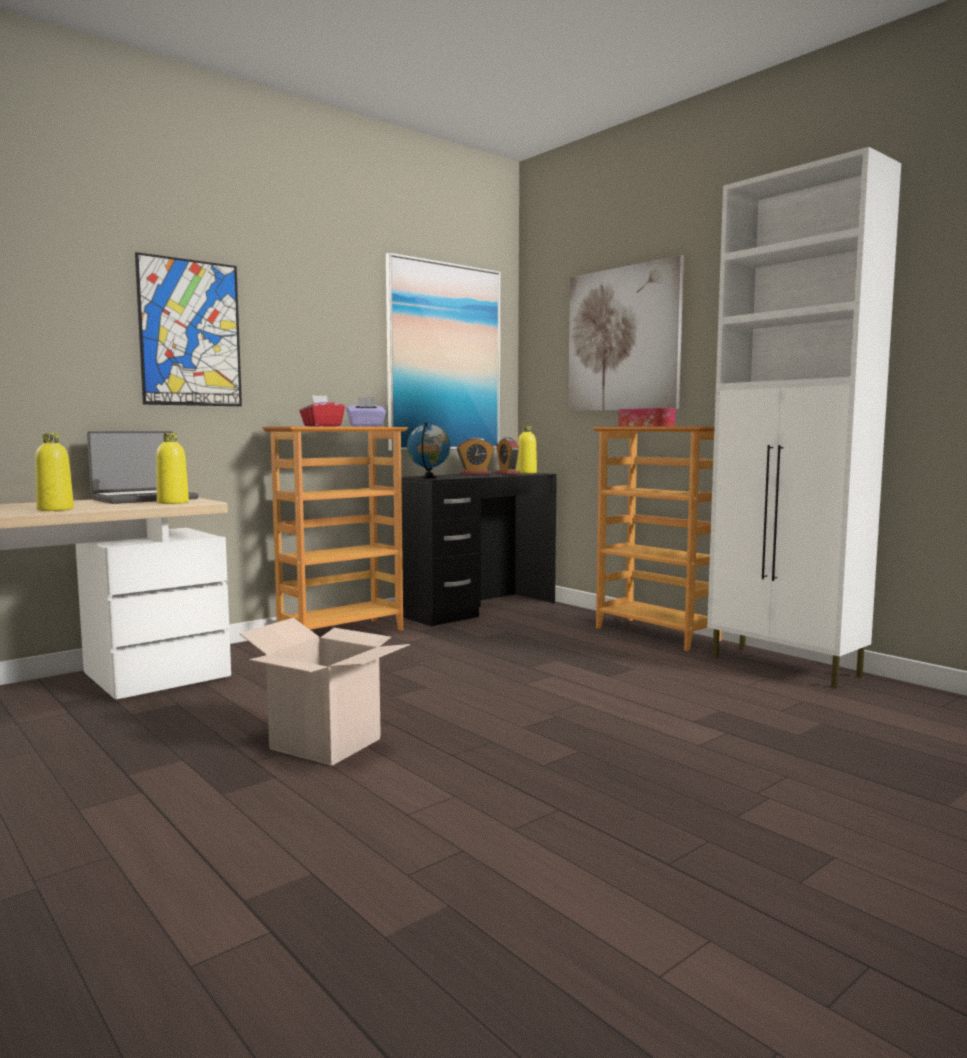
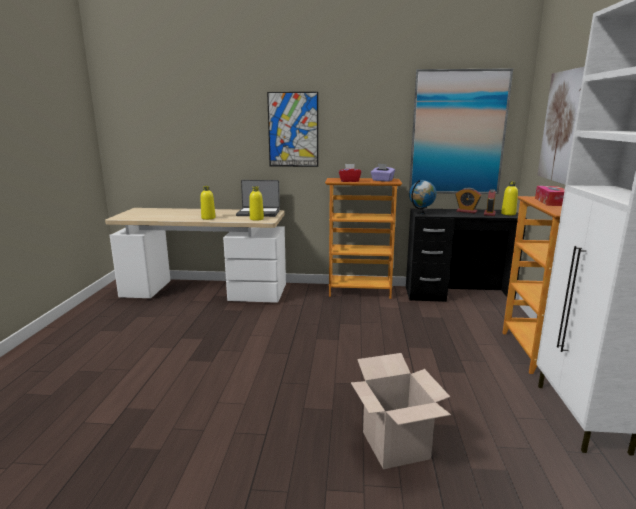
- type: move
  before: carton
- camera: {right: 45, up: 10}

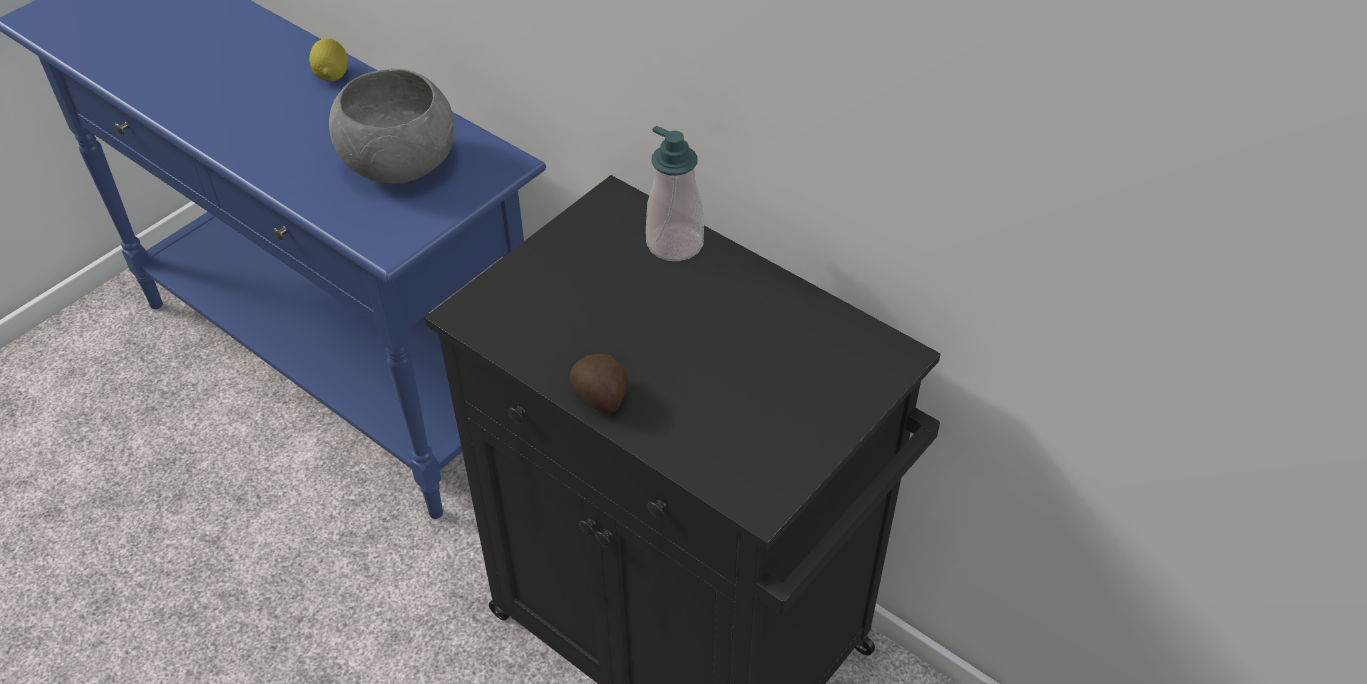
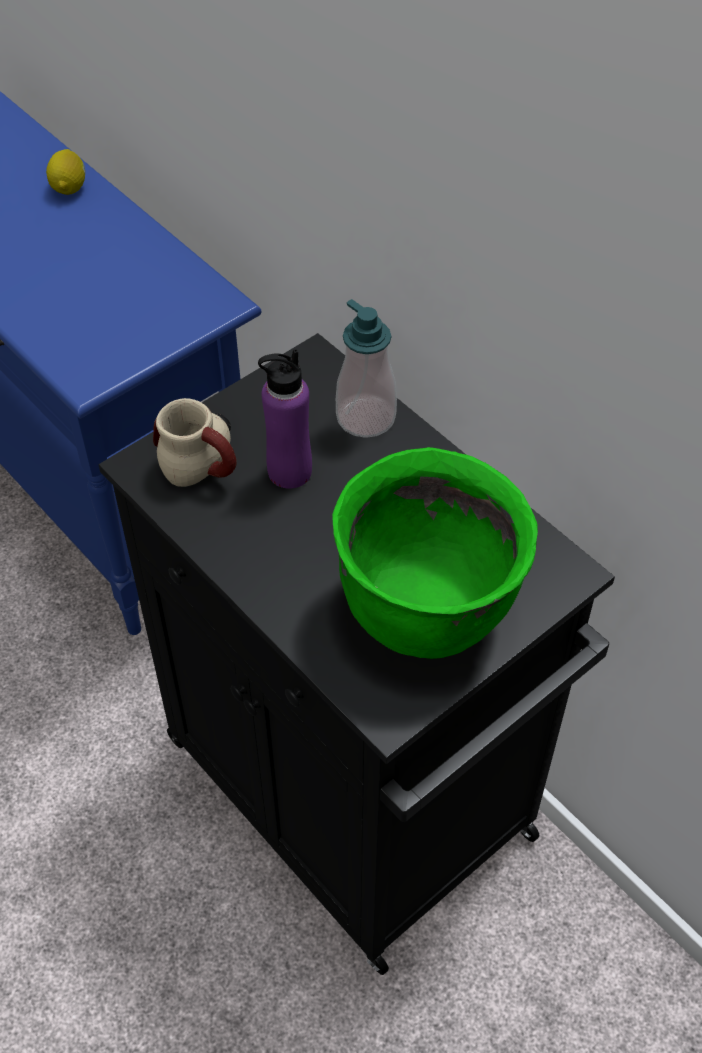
- type: delete
  before: bol/gris
- type: delete
  before: pomme de terre
- type: insert
  after: mug
- type: insert
  after: bouteille/violet
- type: insert
  after: marmite/vert
- camera: {right: 10, up: 5}

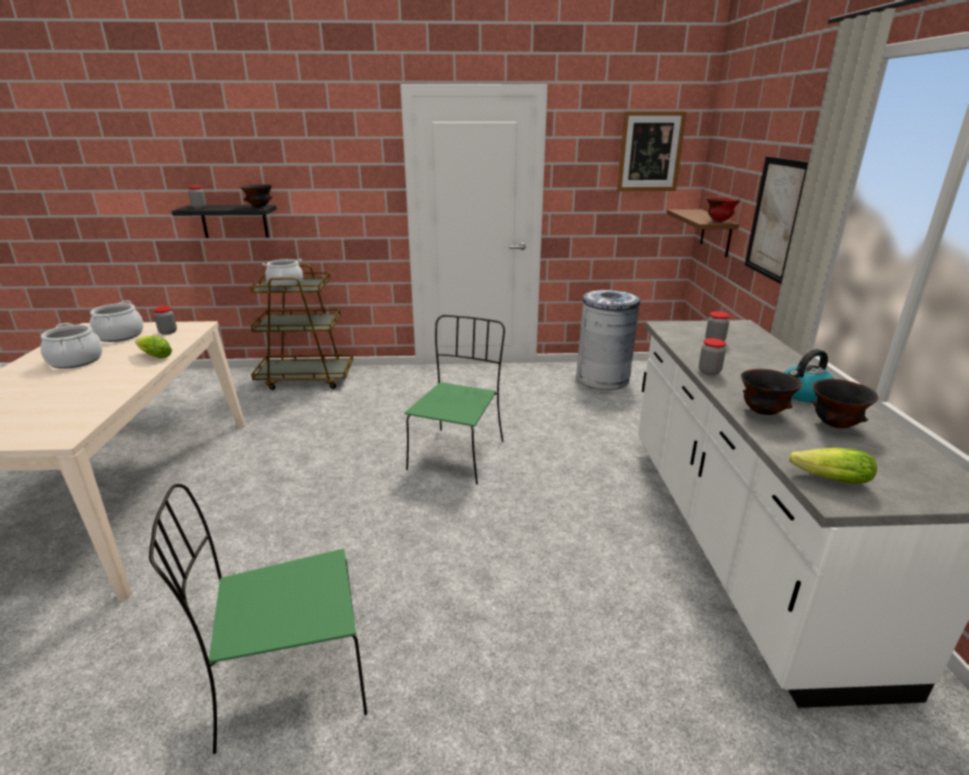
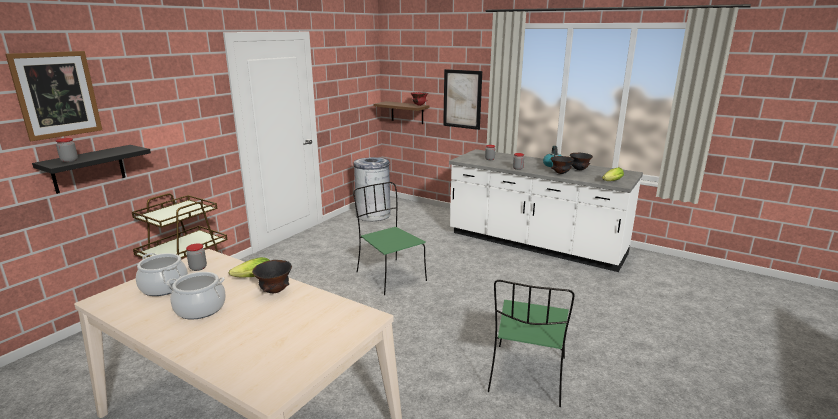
- type: delete
  before: marmite (3rd from left)
- type: move
  before: bol/noir (1st from left)
- type: move
  before: tableau (1st from left)
- camera: {right: -55, up: -5}

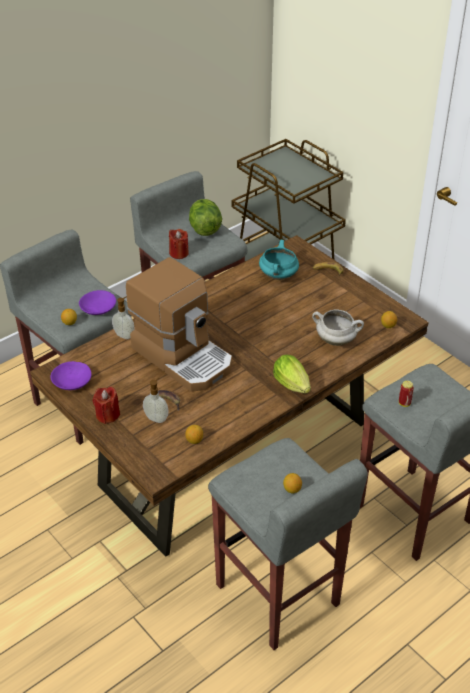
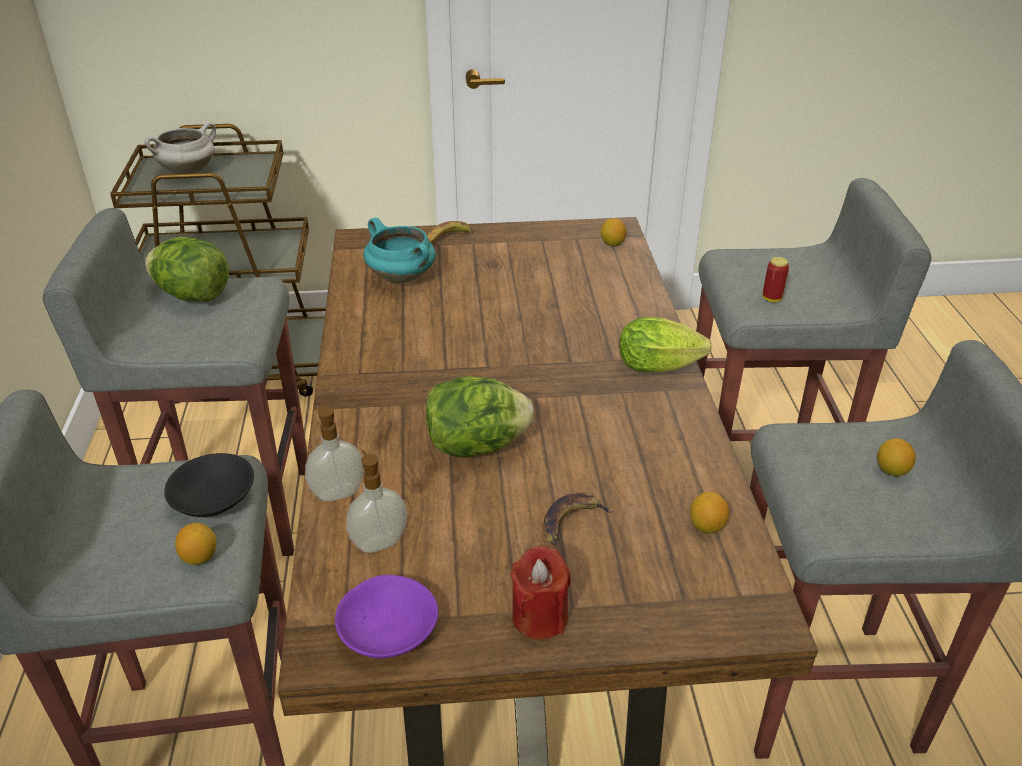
- type: delete
  before: bougie/rouge (2nd from left)
- type: move
  before: distributeur de savon (2nd from left)
- type: move
  before: marmite/blanc
- type: replace
  before: machine à café
  after: laitue (2nd from left)
- type: recolor
  before: bol/violet (2nd from left)
  after: bol/noir
- camera: {right: -55, up: -5}

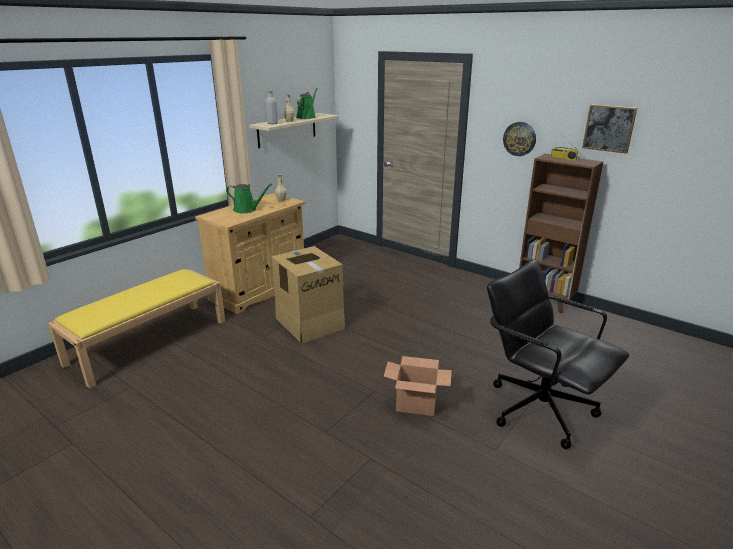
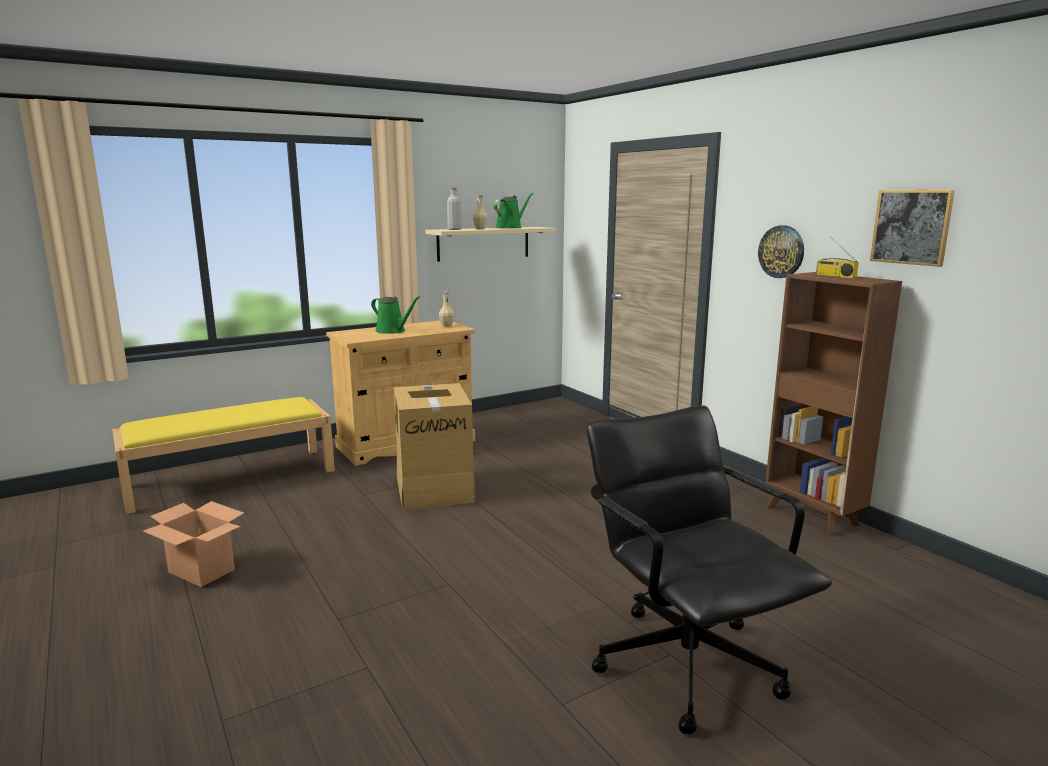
- type: move
  before: carton (2nd from left in the first image)
  after: carton (1st from left)
- camera: {right: 20, up: -10}

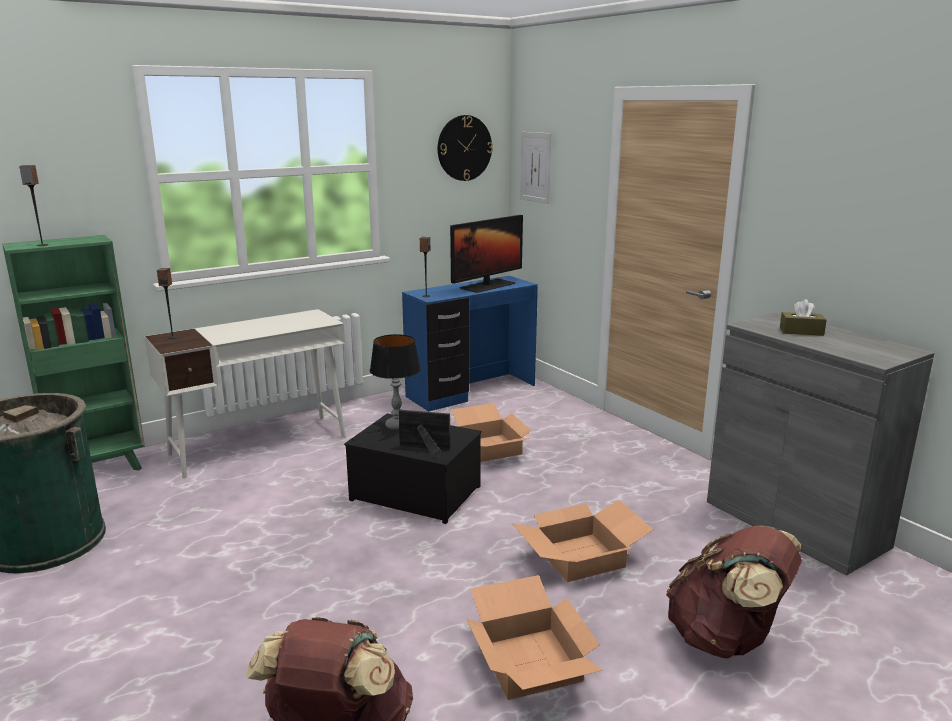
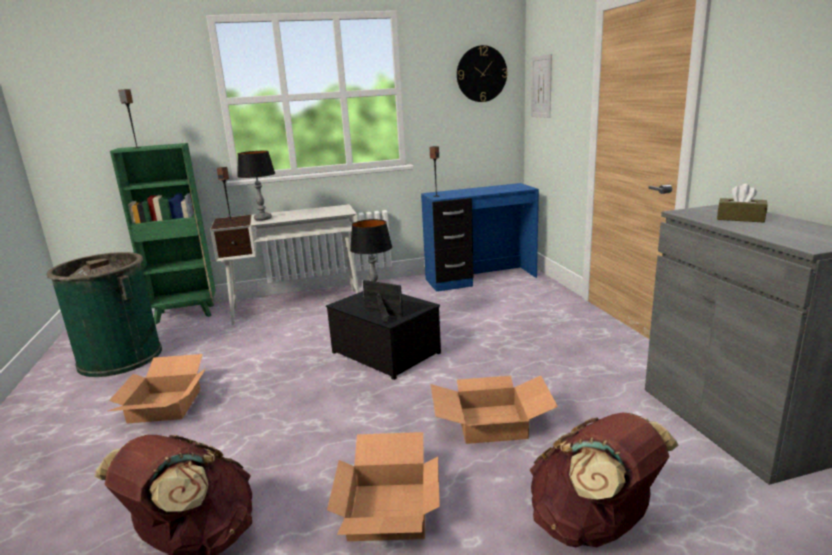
- type: delete
  before: écran d'ordinateur
- type: insert
  after: lampe de table (1st from left)
- type: move
  before: carton (1st from left)
- camera: {right: 20, up: 0}

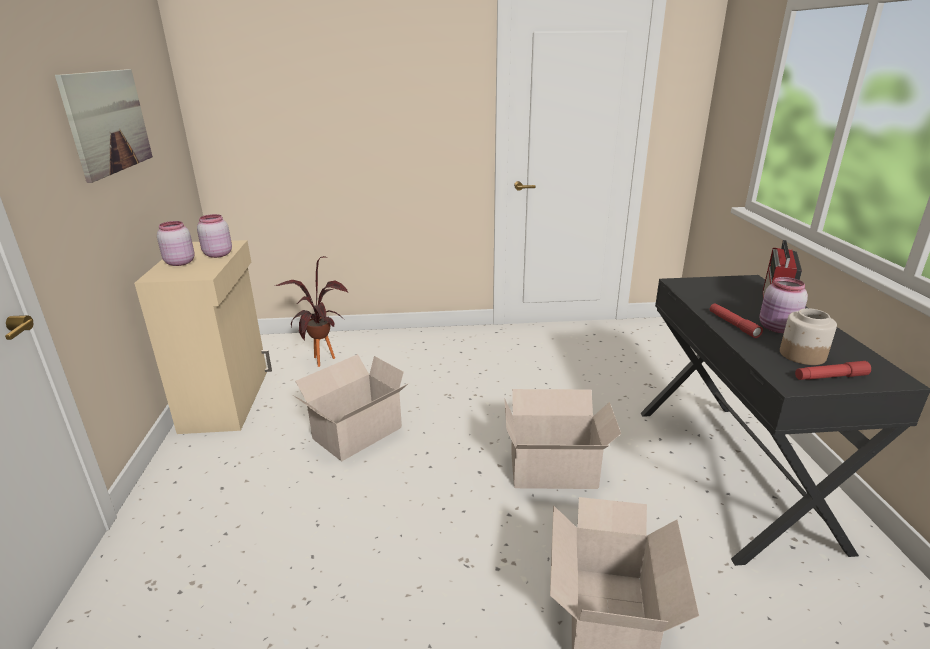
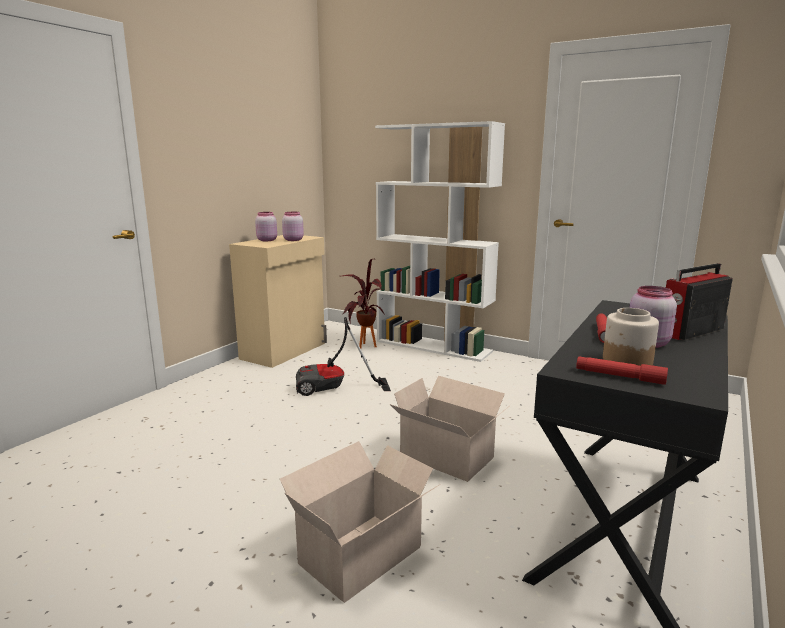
- type: delete
  before: tableau
- type: insert
  after: bibliothèque/blanc
- type: replace
  before: carton (1st from left)
  after: aspirateur
- camera: {right: 35, up: -10}

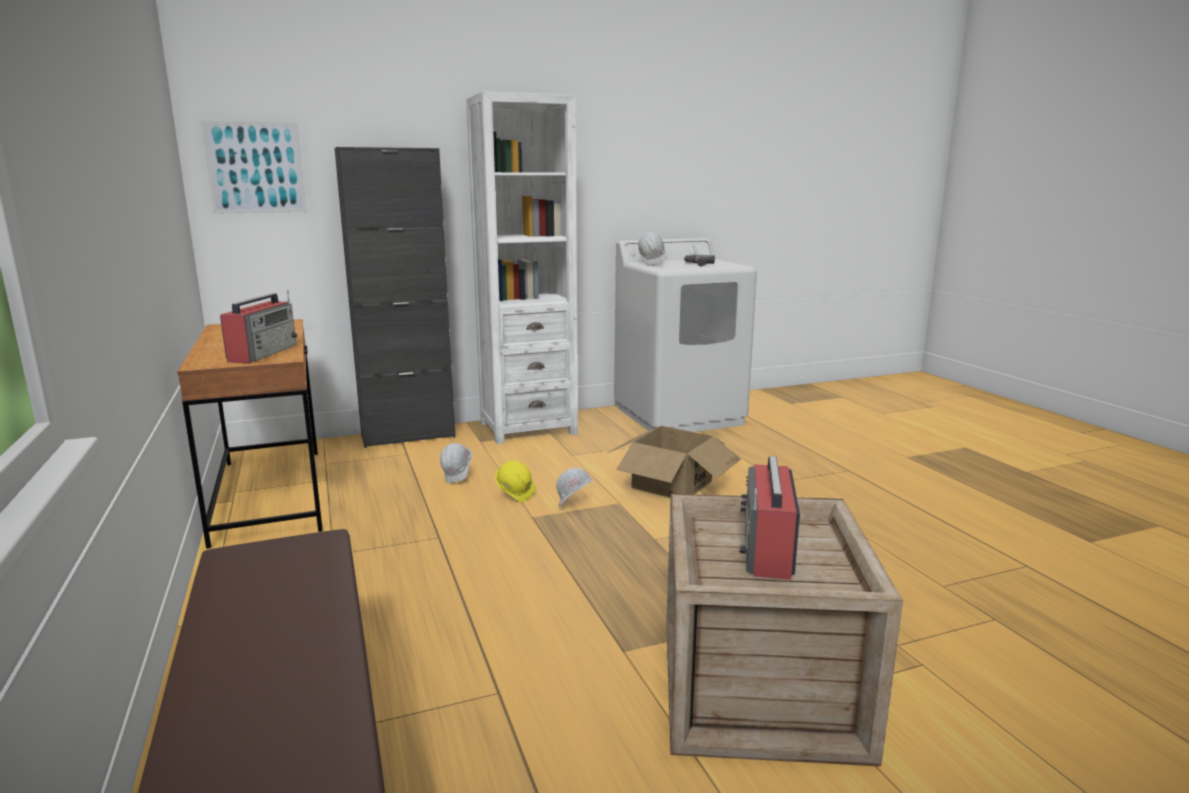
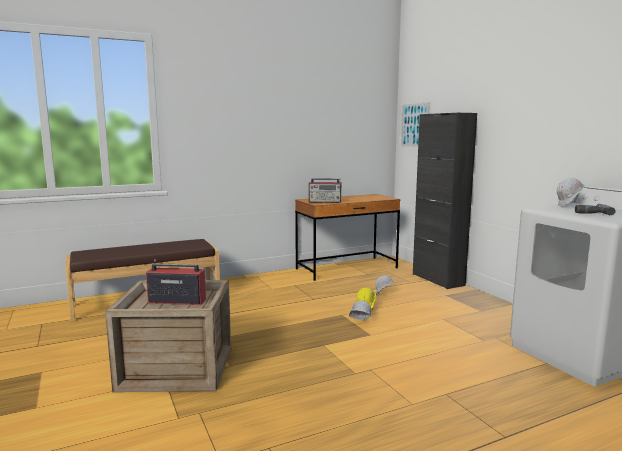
- type: delete
  before: bibliothèque/blanc
- type: delete
  before: carton
- camera: {right: 85, up: -5}

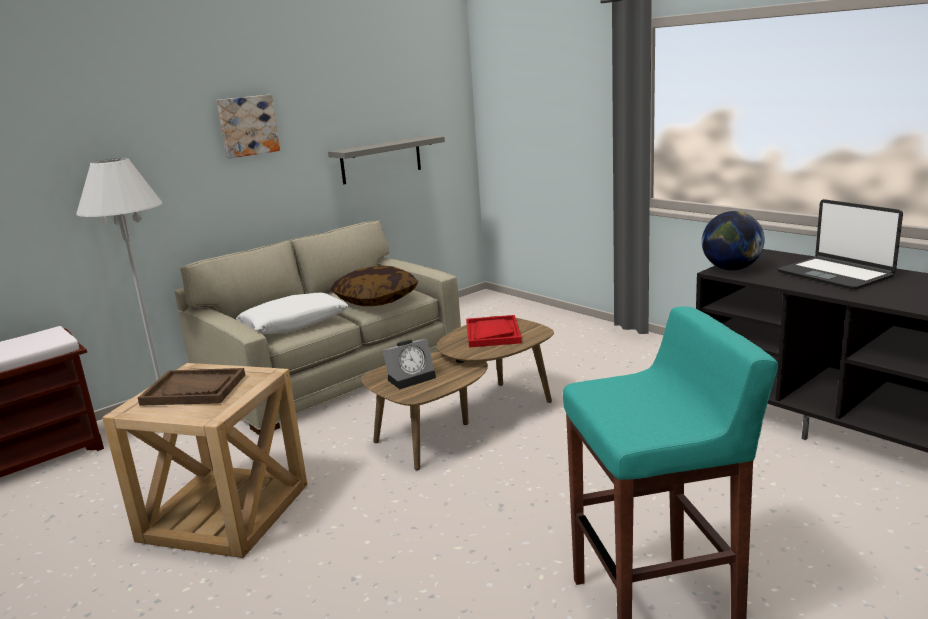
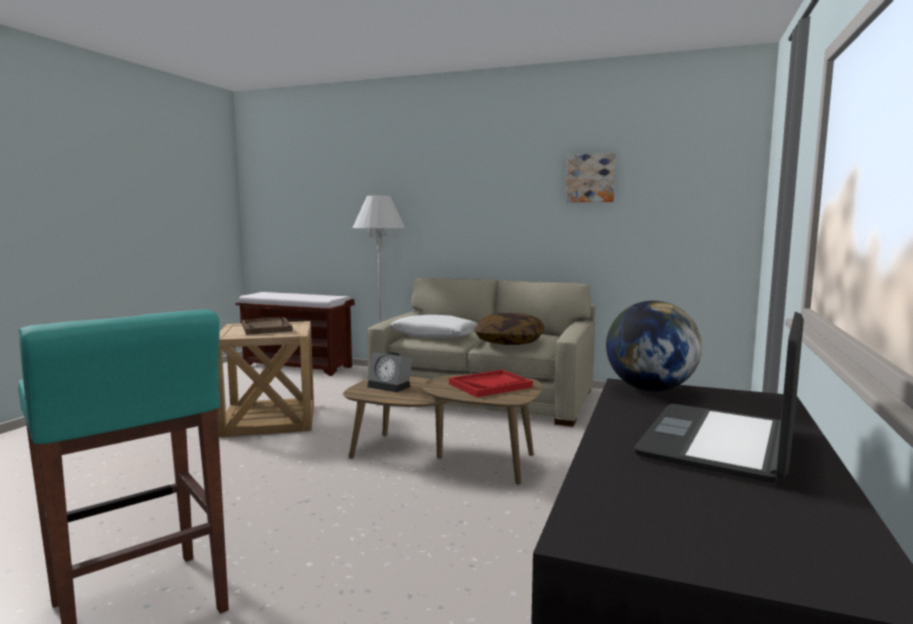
- type: delete
  before: étagère/gris
- type: move
  before: tableau
- camera: {right: 60, up: -10}

